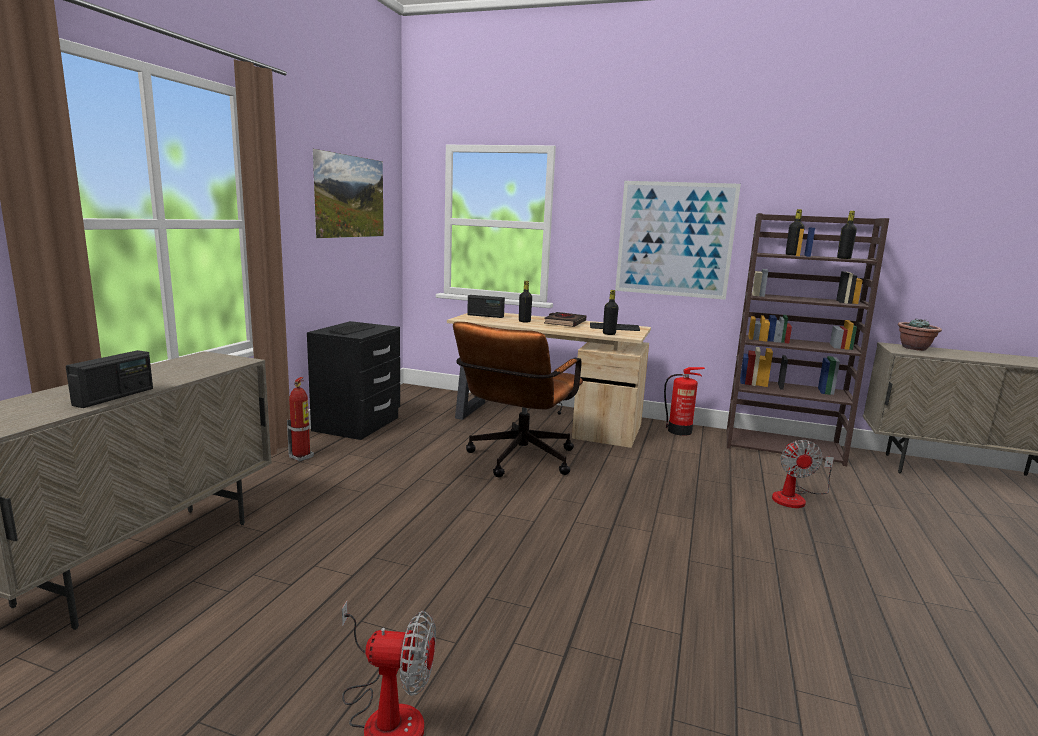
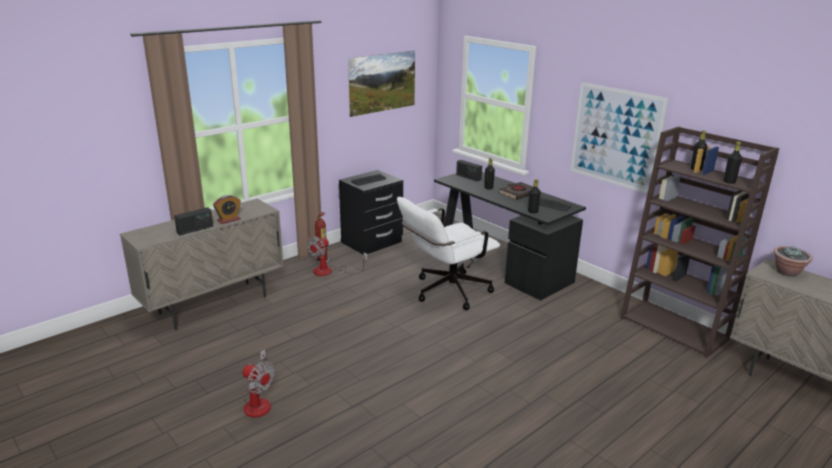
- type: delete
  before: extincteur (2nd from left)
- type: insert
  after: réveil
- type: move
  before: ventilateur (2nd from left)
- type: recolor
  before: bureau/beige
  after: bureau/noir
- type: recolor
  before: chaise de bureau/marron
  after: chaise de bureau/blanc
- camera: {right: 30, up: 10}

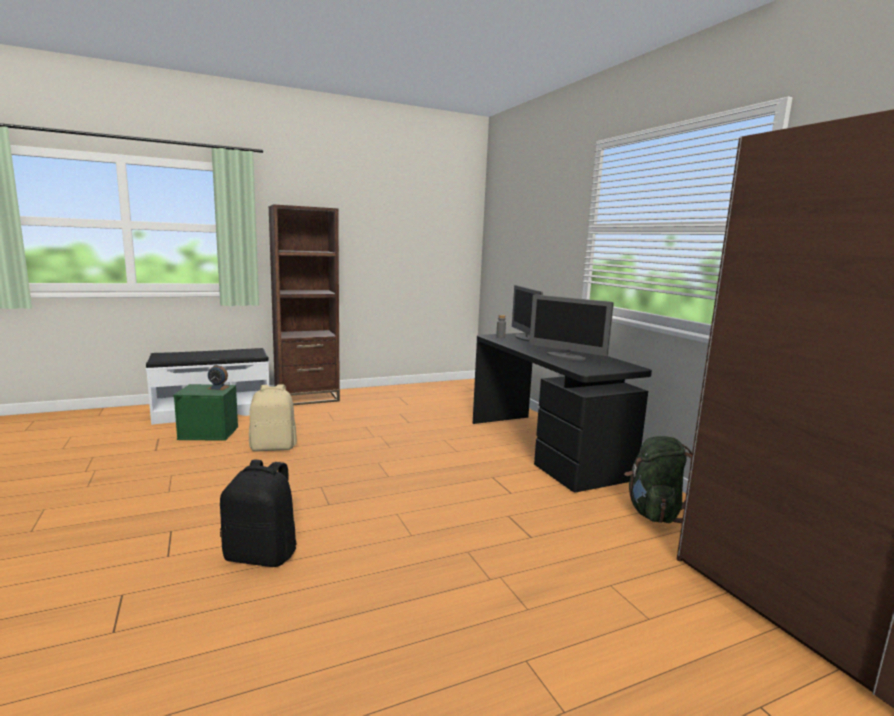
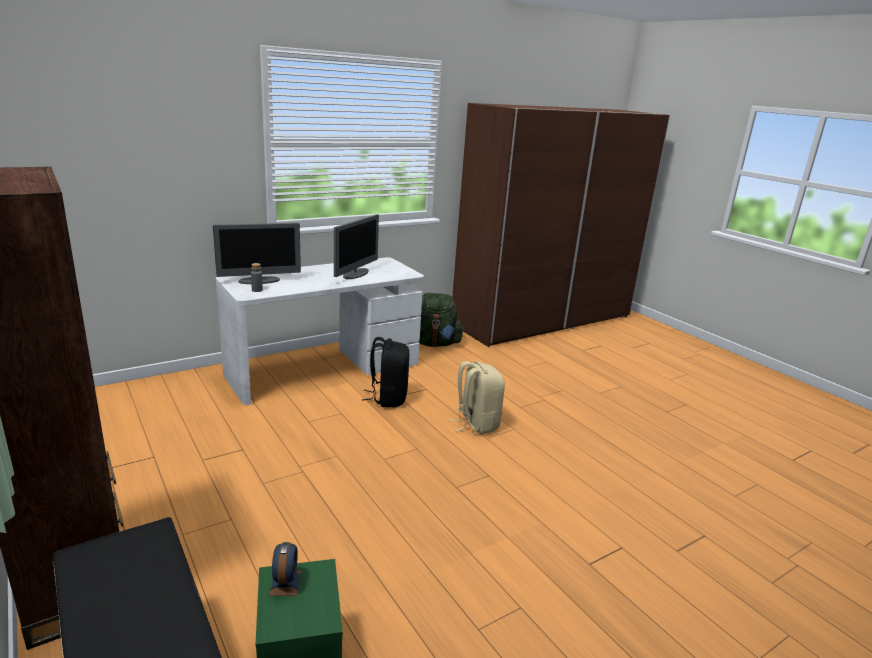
- type: move
  before: sac à dos/noir
- type: move
  before: sac à dos/beige
- type: recolor
  before: bureau/noir
  after: bureau/blanc
- camera: {right: -100, up: 10}

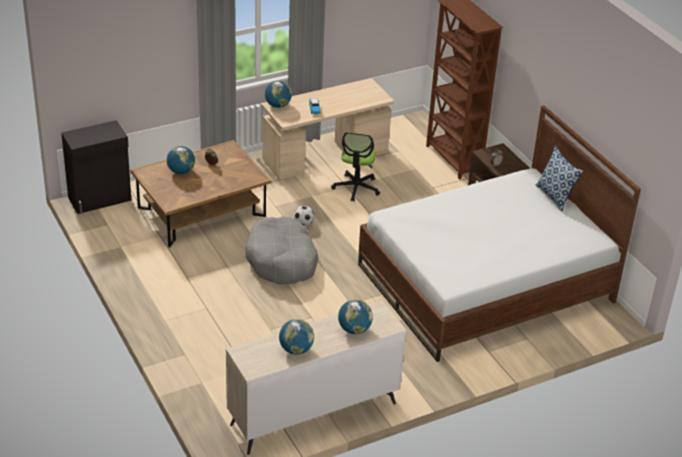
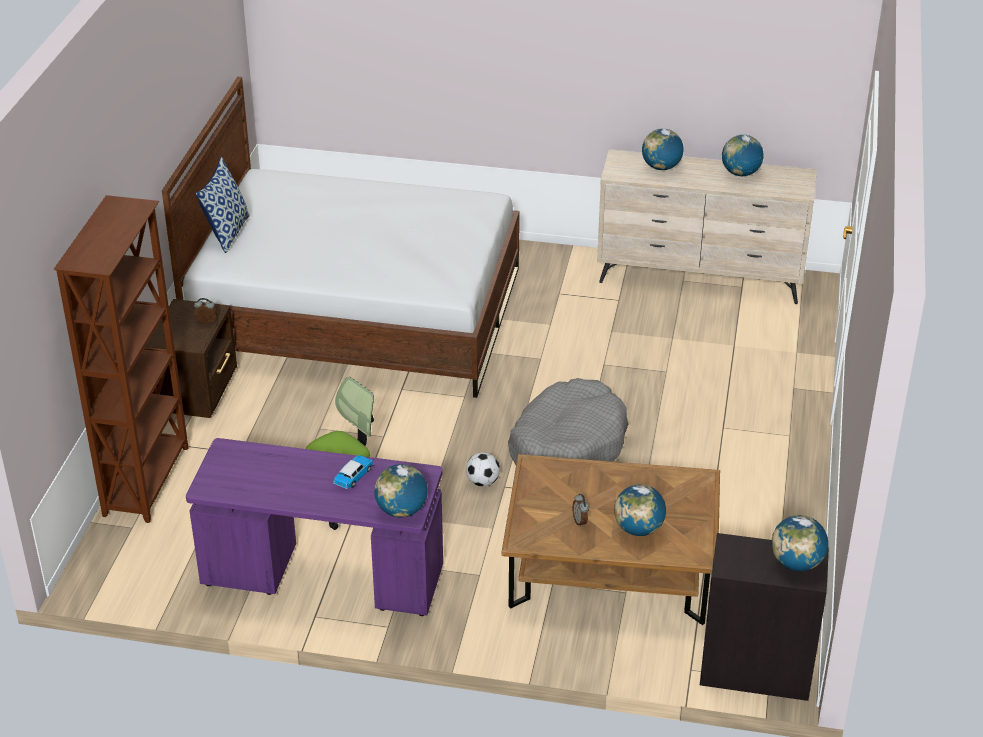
- type: insert
  after: globe (5th from left)
- type: recolor
  before: bureau/beige
  after: bureau/violet
- camera: {right: -140, up: 0}

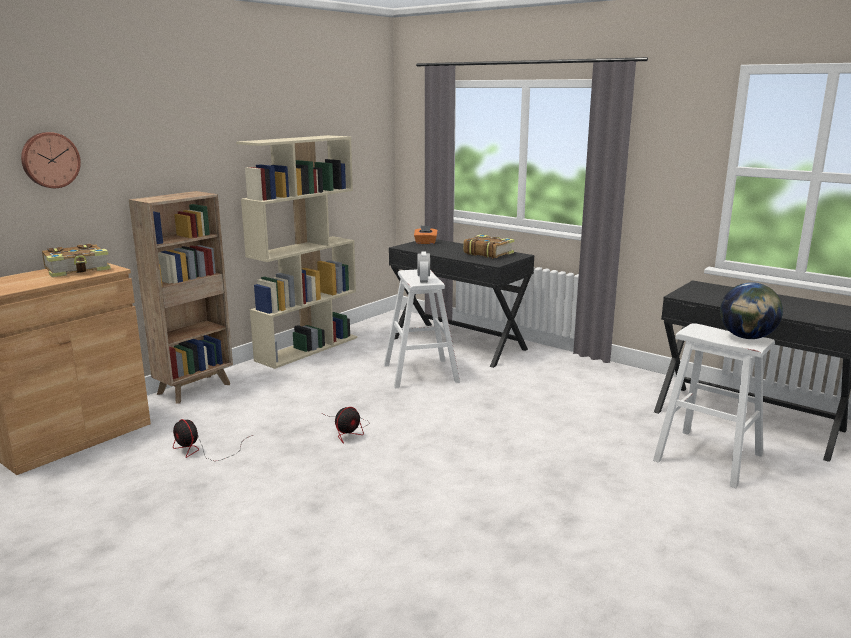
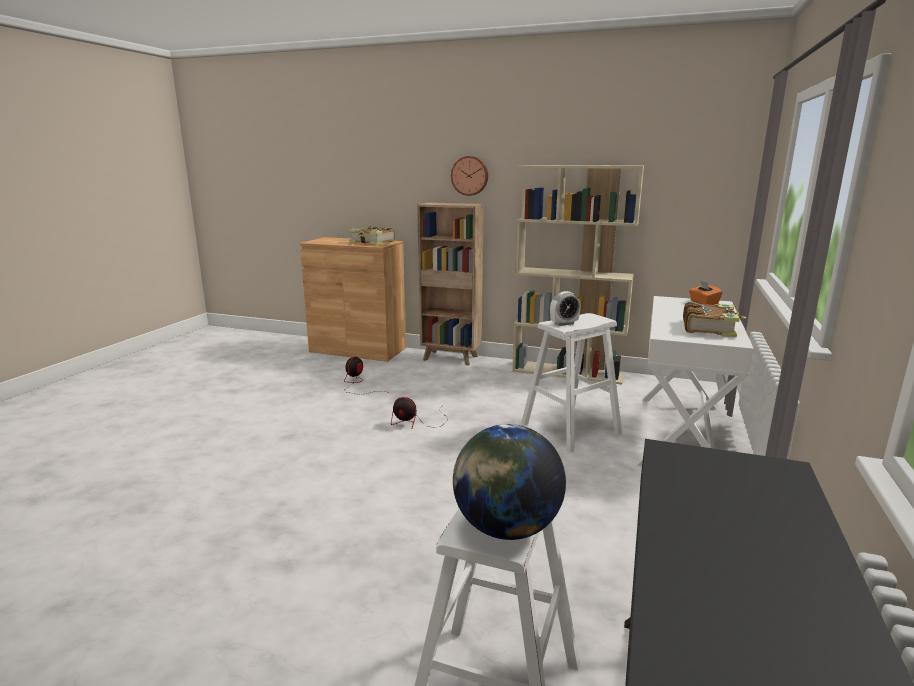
- type: move
  before: horloge murale
- type: recolor
  before: bureau/noir (1st from left)
  after: bureau/blanc
- camera: {right: 70, up: 0}

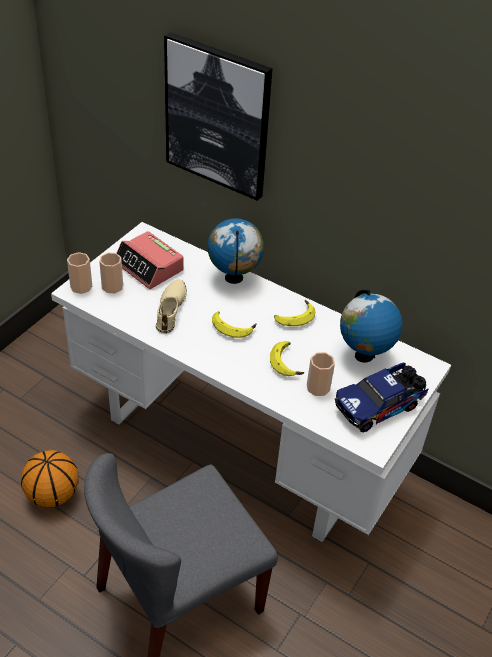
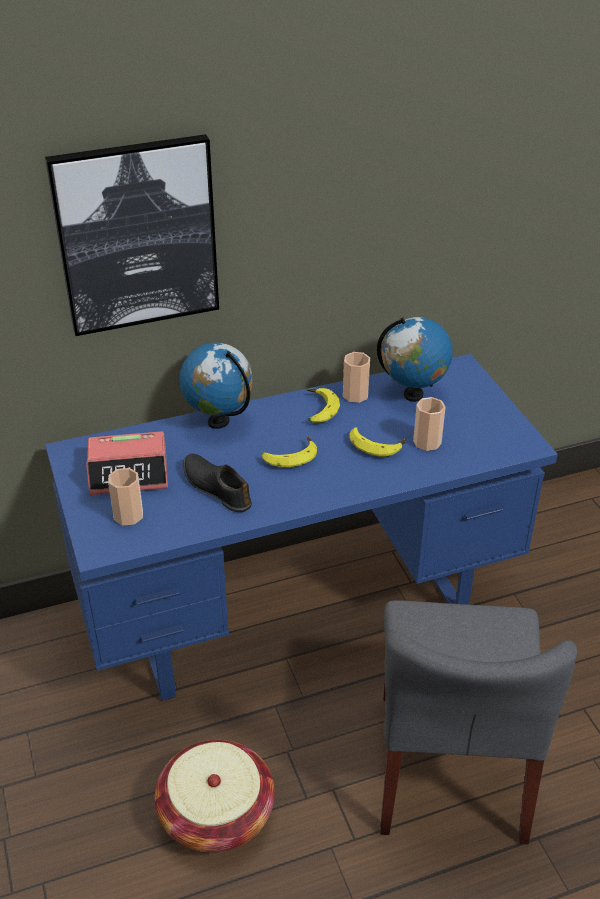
- type: delete
  before: camion jouet
- type: move
  before: tasse (1st from left in the first image)
  after: tasse (2nd from left)
- type: replace
  before: ballon de basket
  after: panier
- type: recolor
  before: bureau/blanc
  after: bureau/bleu
- type: recolor
  before: chaussure/beige
  after: chaussure/noir
- camera: {right: -50, up: -5}

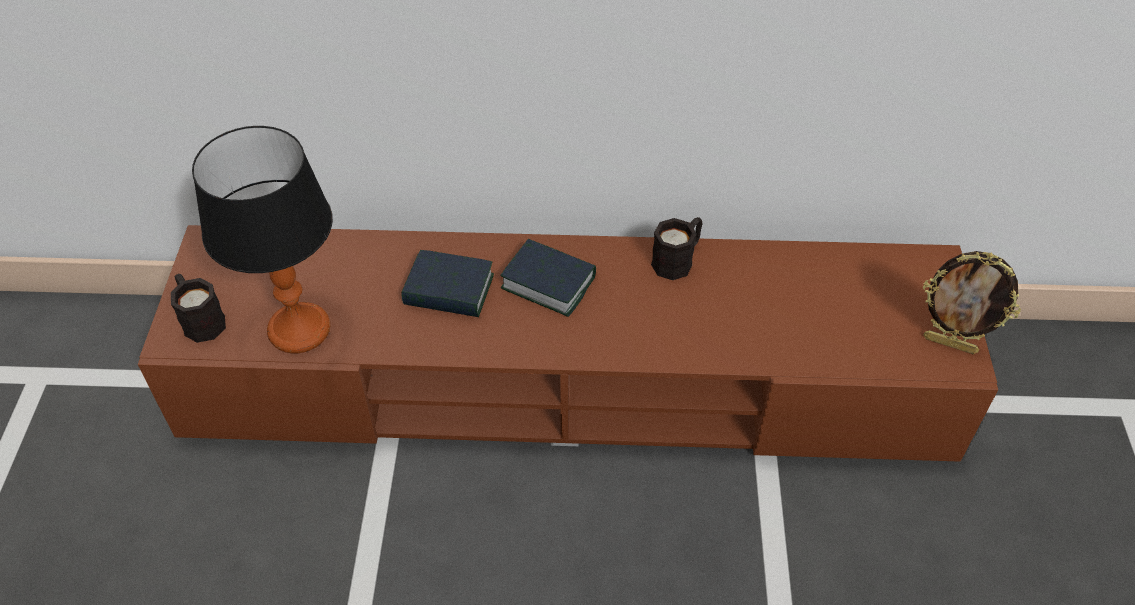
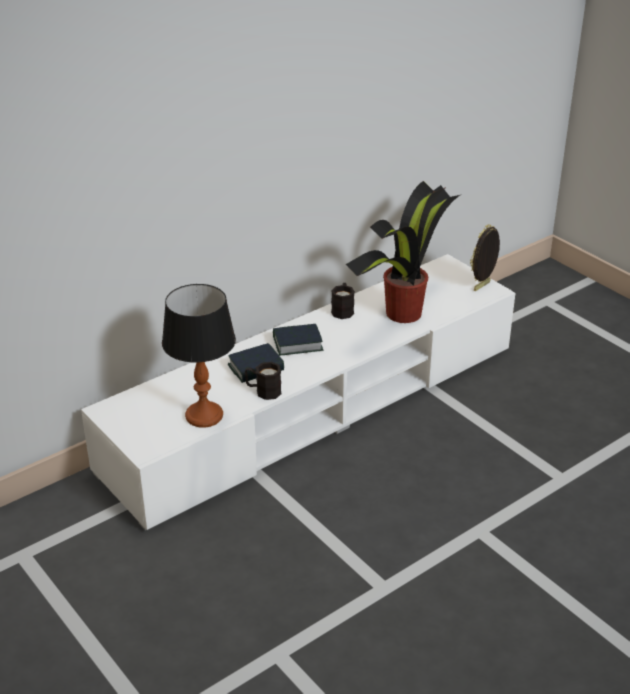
- type: insert
  after: plante en pot
- type: move
  before: mug/noir (1st from left)
- type: recolor
  before: meuble télé/marron
  after: meuble télé/blanc
- type: rotate
  before: cadre photo
  turn: 150
- camera: {right: -40, up: -15}

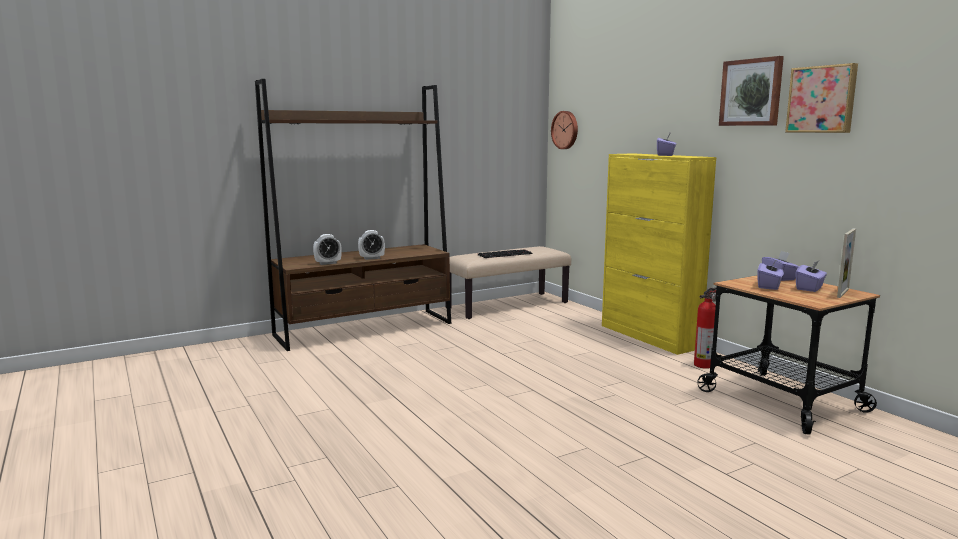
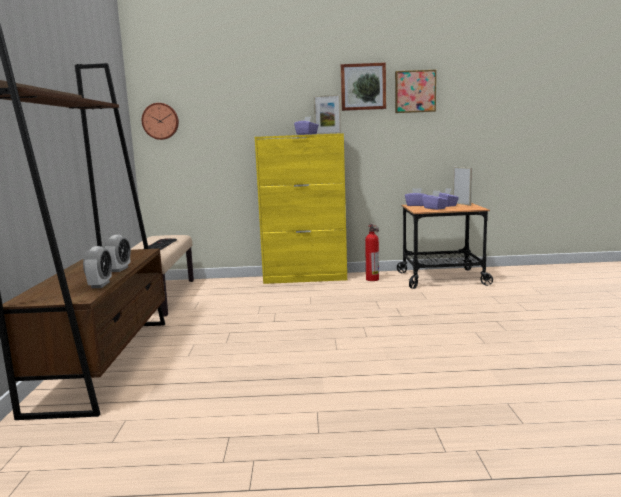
- type: insert
  after: cadre photo (1st from left)
- camera: {right: -60, up: 0}

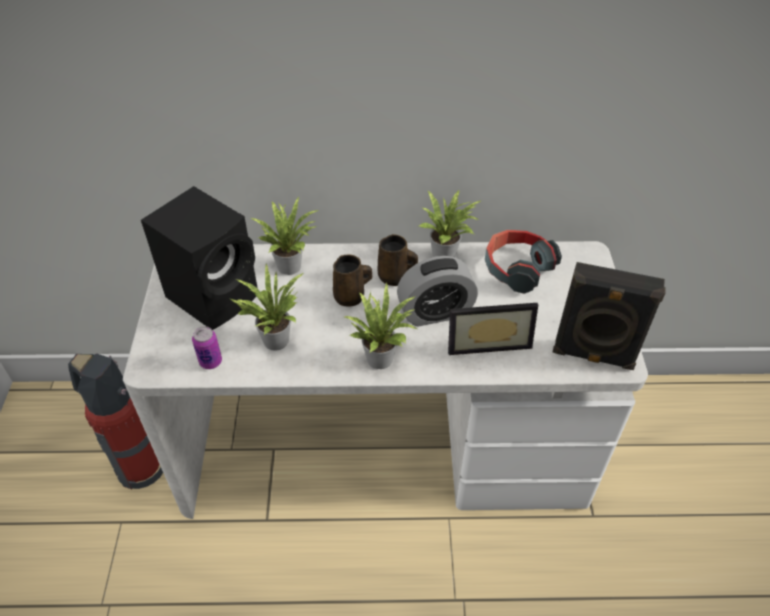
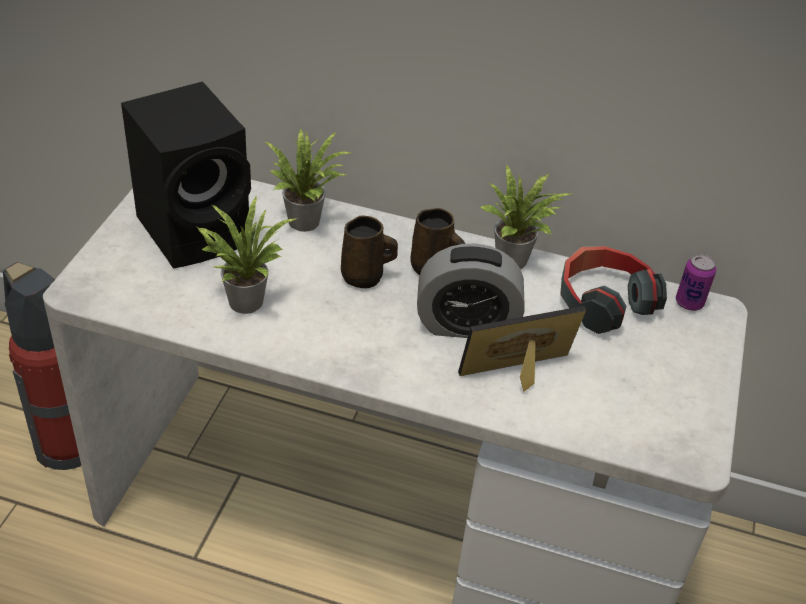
- type: delete
  before: plante en pot (3rd from left)
- type: delete
  before: enceinte/noir (2nd from left)
- type: move
  before: boîte métallique
- type: rotate
  before: cadre photo
  turn: 150
- camera: {right: 15, up: -5}

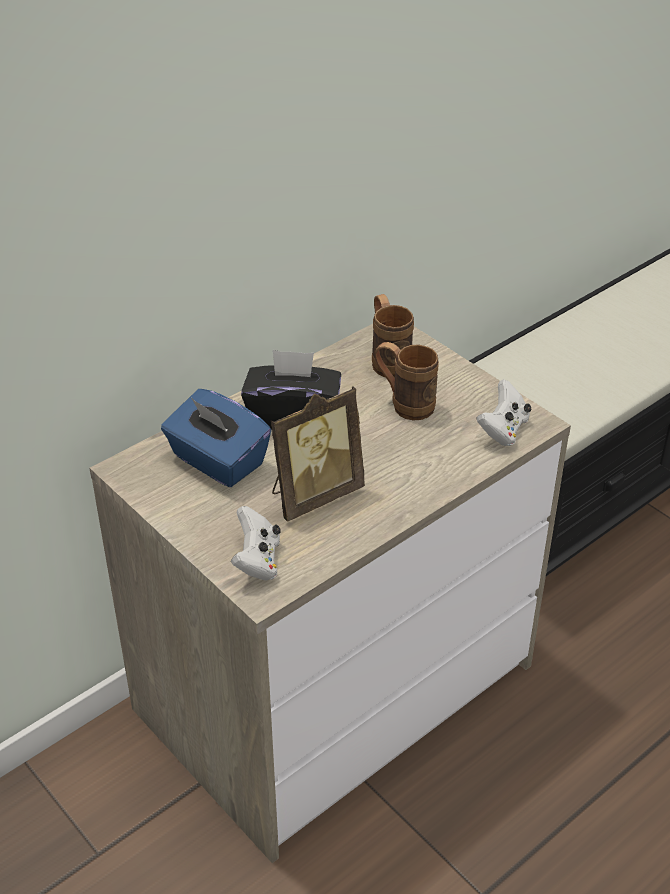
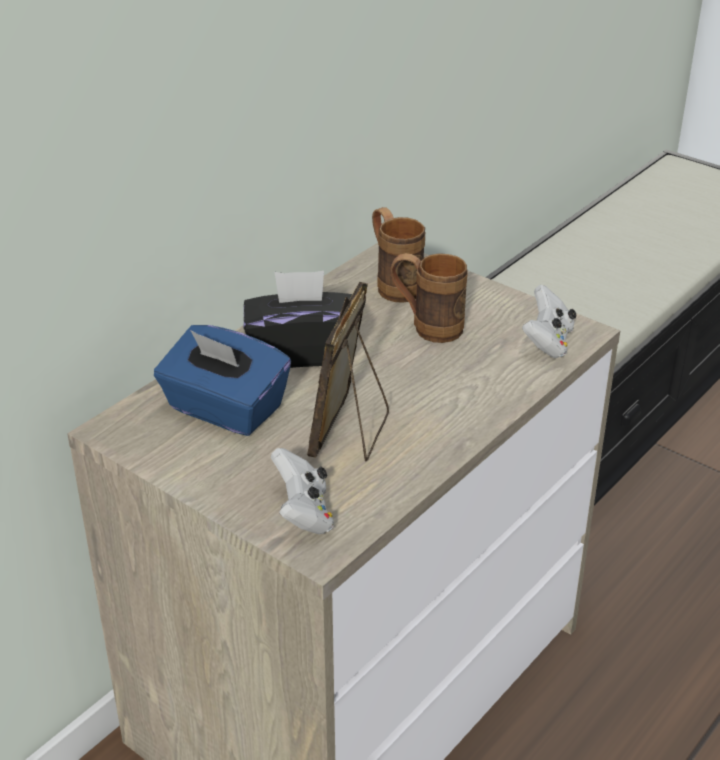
- type: rotate
  before: cadre photo
  turn: 150
- camera: {right: -10, up: -5}

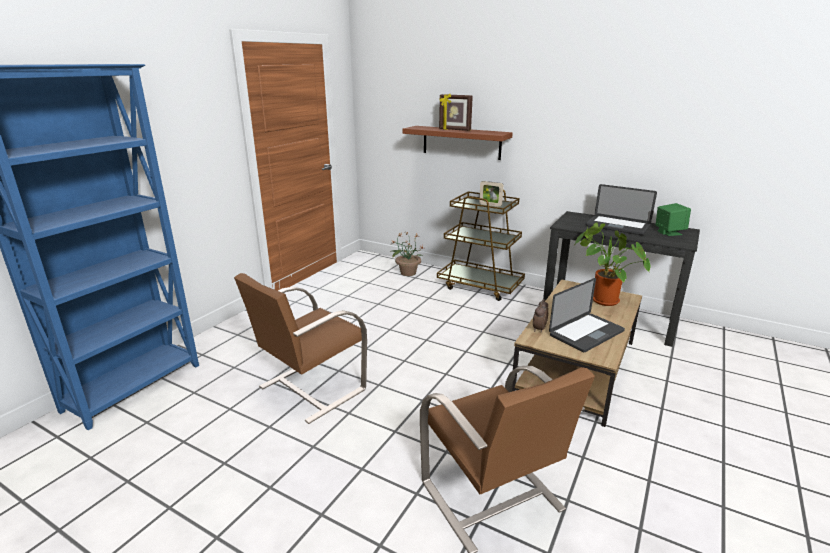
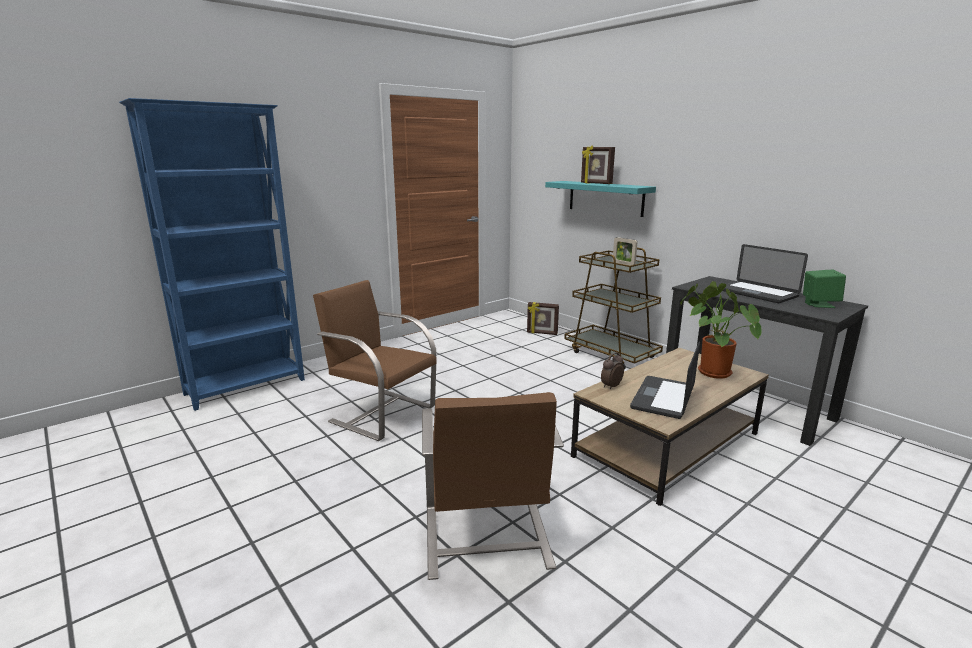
- type: replace
  before: plante en pot (1st from left)
  after: cadre photo (1st from left)
- type: recolor
  before: étagère/marron
  after: étagère/turquoise
- type: rotate
  before: chaise/marron (1st from left)
  turn: 60
- type: rotate
  before: ordinateur portable (1st from left)
  turn: 135
- camera: {right: 20, up: -5}

